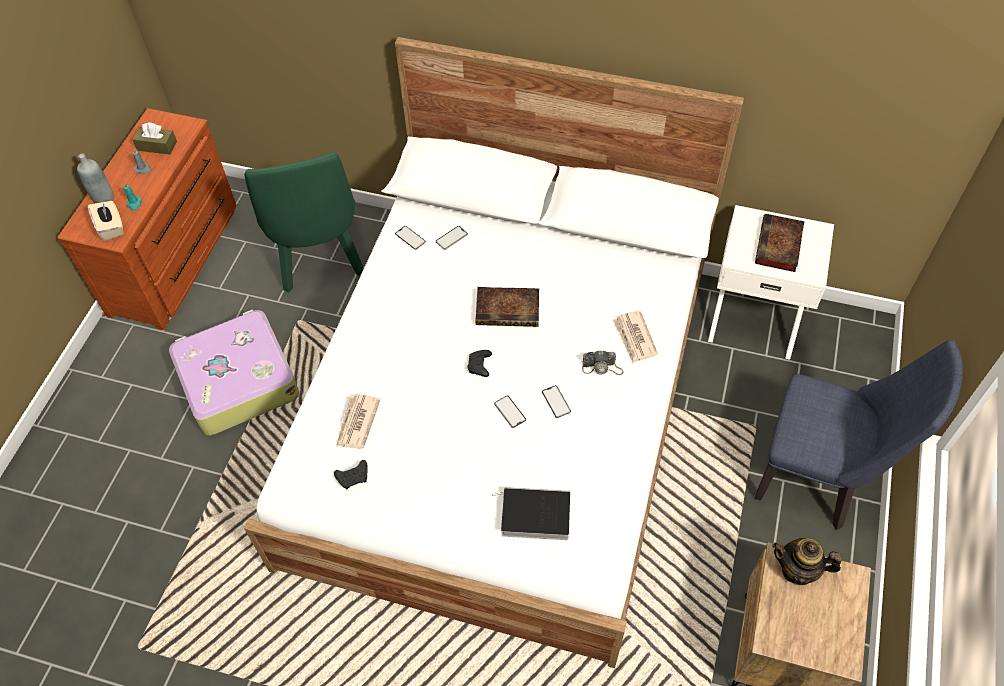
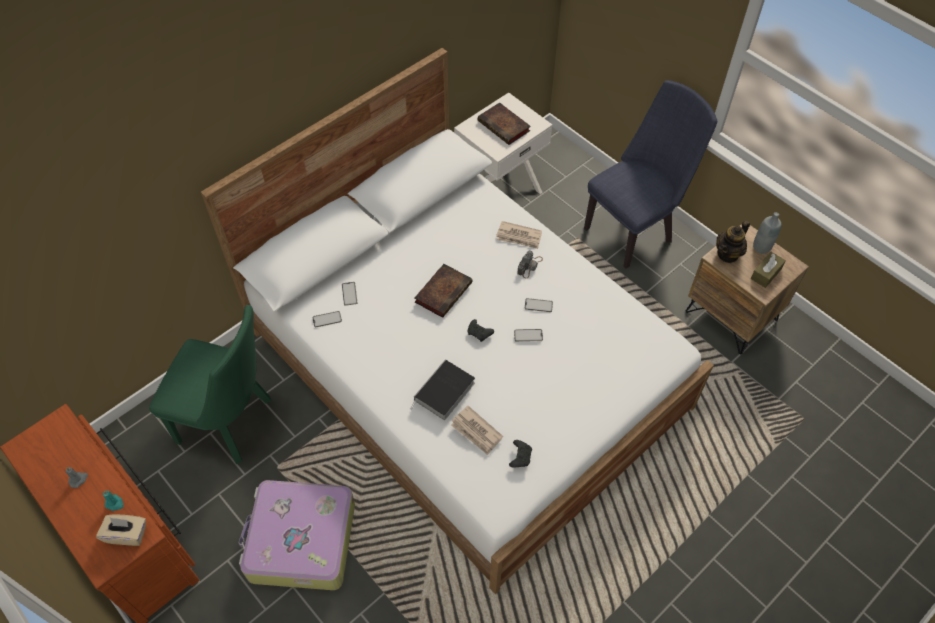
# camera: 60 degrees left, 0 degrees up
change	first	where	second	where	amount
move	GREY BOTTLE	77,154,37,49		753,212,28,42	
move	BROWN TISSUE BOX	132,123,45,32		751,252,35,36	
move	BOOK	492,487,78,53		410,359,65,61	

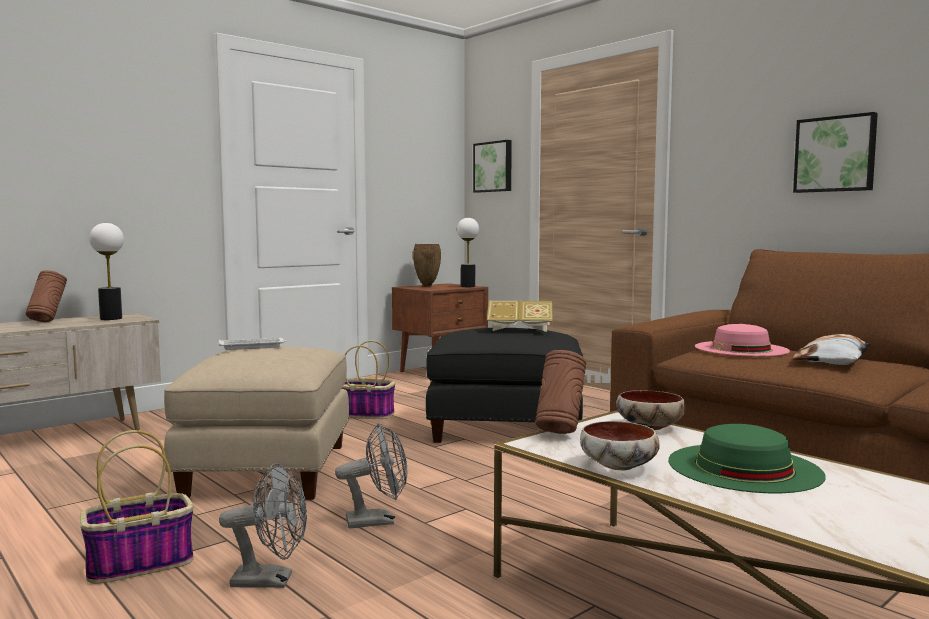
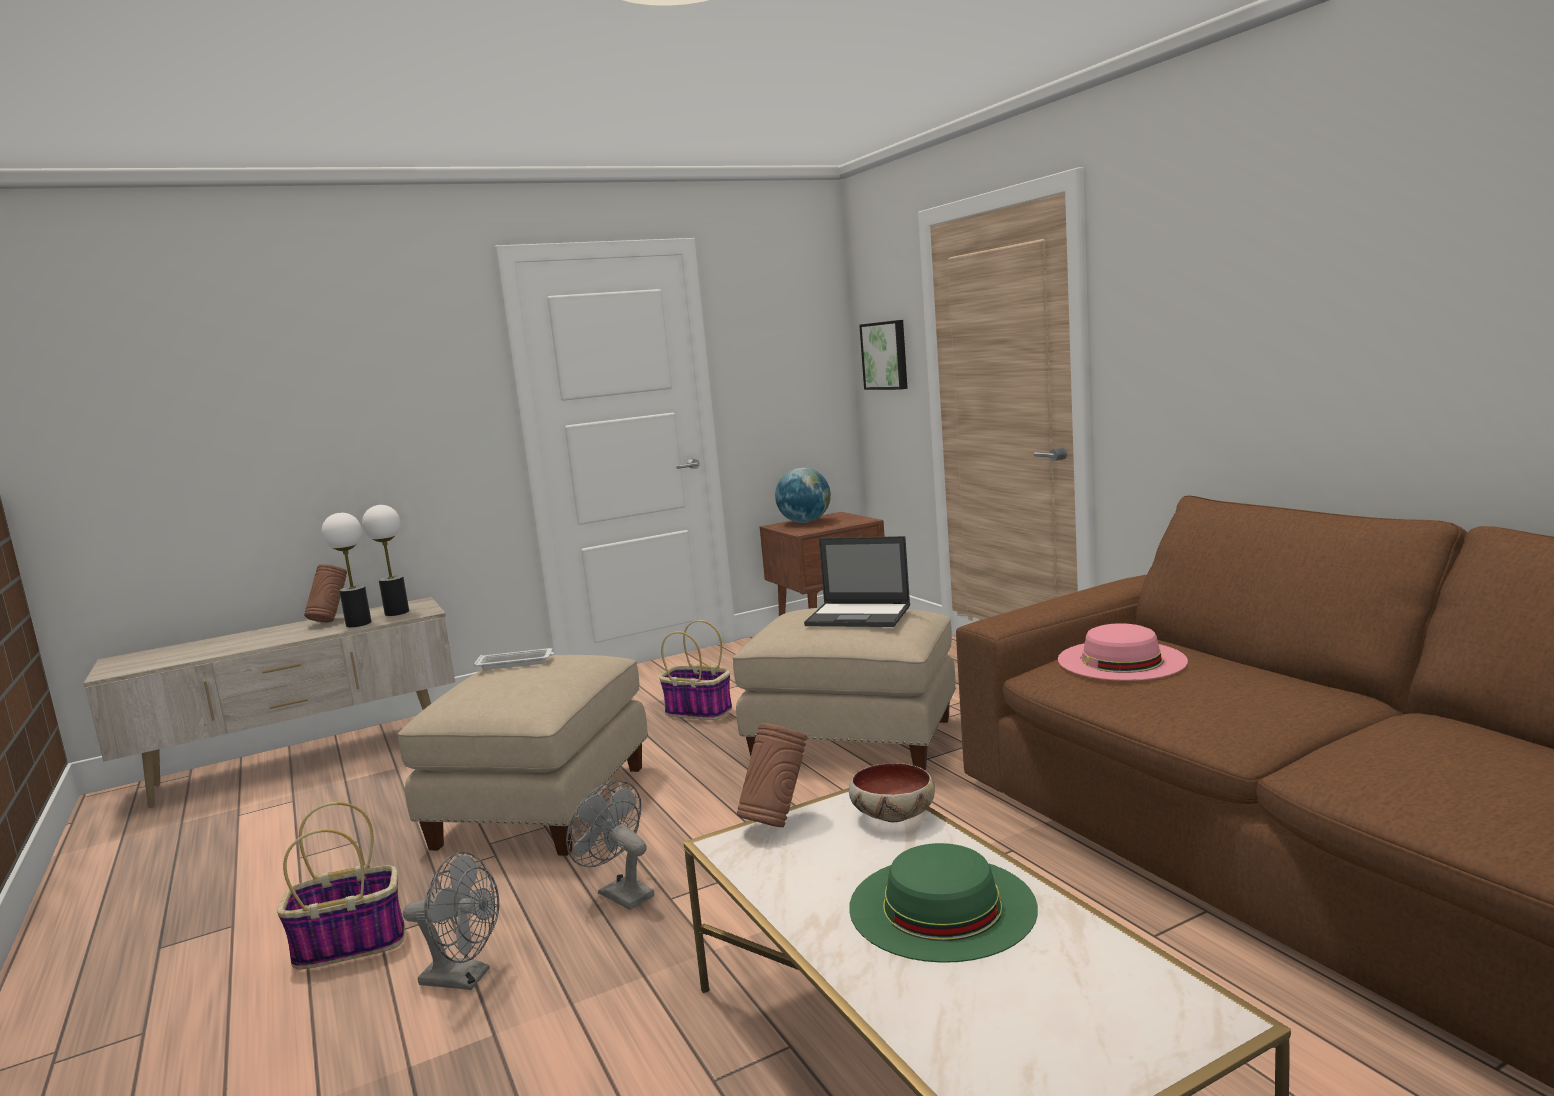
# camera: 15 degrees right, 5 degrees up
change	first	where	second	where	amount
delete	BOWL	580,421,80,49			
delete	PILLOW	792,334,78,31			
delete	PICTURE	793,112,85,81			
move	TABLE LAMP	457,218,22,69		322,513,49,114	
replace	BROWN VASE	413,244,28,42	GLOBE	775,467,56,56	
replace	BOOK	487,300,66,32	LAPTOP	804,536,106,91	
recolor	BLACK OTTOMAN	426,328,157,115	BEIGE OTTOMAN	732,608,224,163	
rotate	GREY FAN	335,423,72,105		566,781,88,129	135 degrees counterclockwise

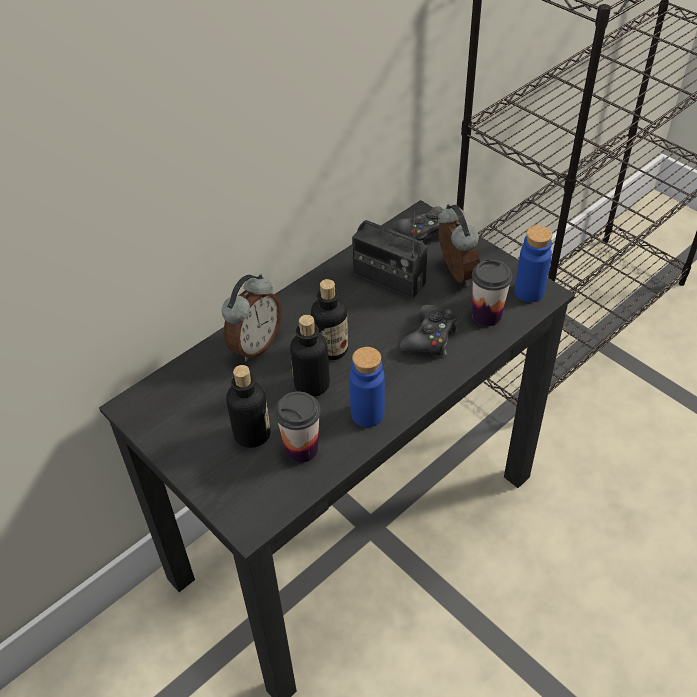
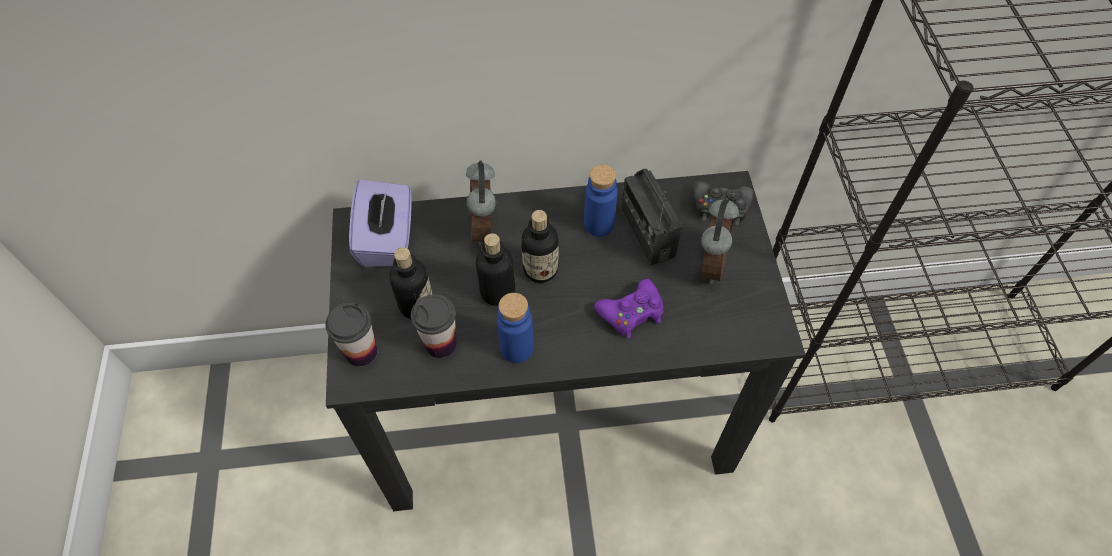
# camera: 35 degrees right, 10 degrees up
change	first	where	second	where	amount
insert			PURPLE TISSUE BOX	349,180,63,87	
move	CUP	472,260,40,66		325,303,52,64	
move	BLUE BOTTLE	515,225,37,77		584,164,34,72	
recolor	BLACK GAME CONTROLLER	400,305,59,51	PURPLE GAME CONTROLLER	594,279,70,59	
rotate	ALARM CLOCK	222,274,60,88		466,161,30,85	105 degrees clockwise

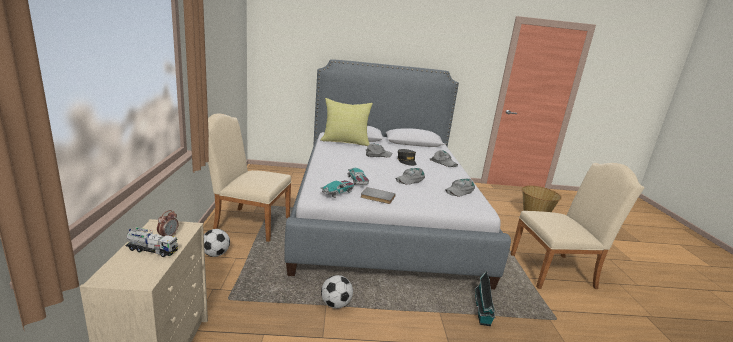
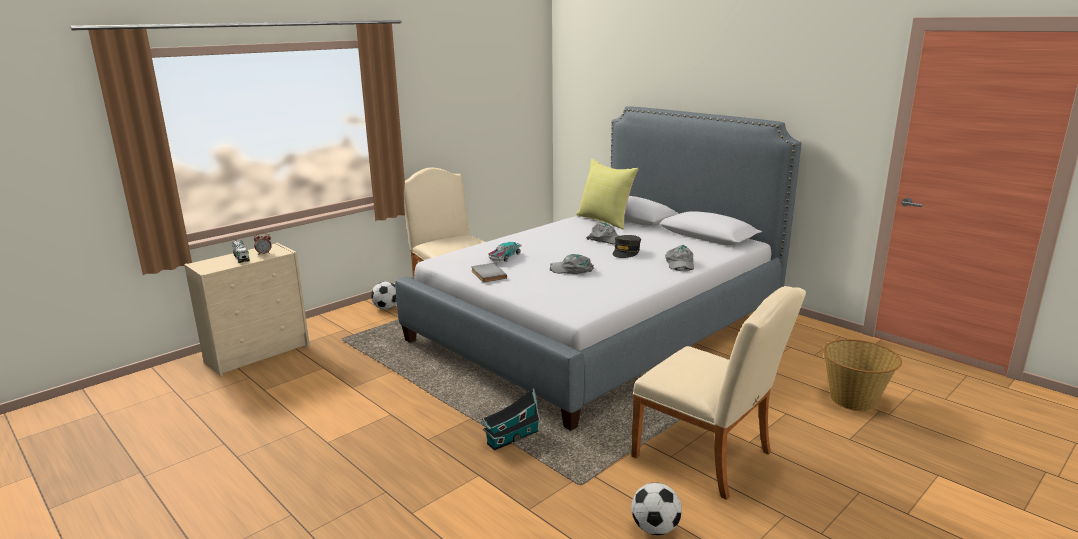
# camera: 50 degrees right, 0 degrees up
change	first	where	second	where	amount
delete	TOY CAR	321,180,33,18			
delete	GREY CAP	445,179,30,17			
move	FOOTBALL	321,275,32,33		631,483,51,52	

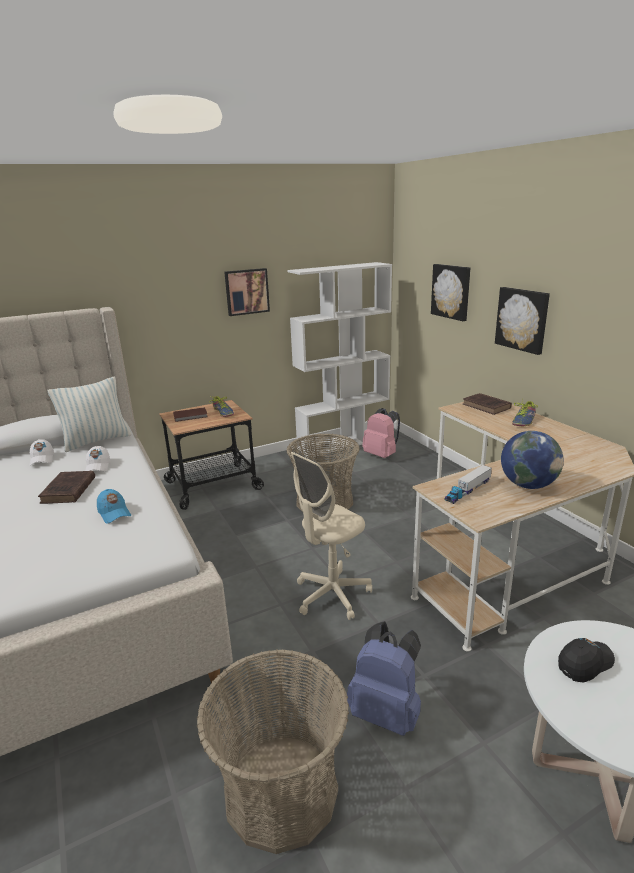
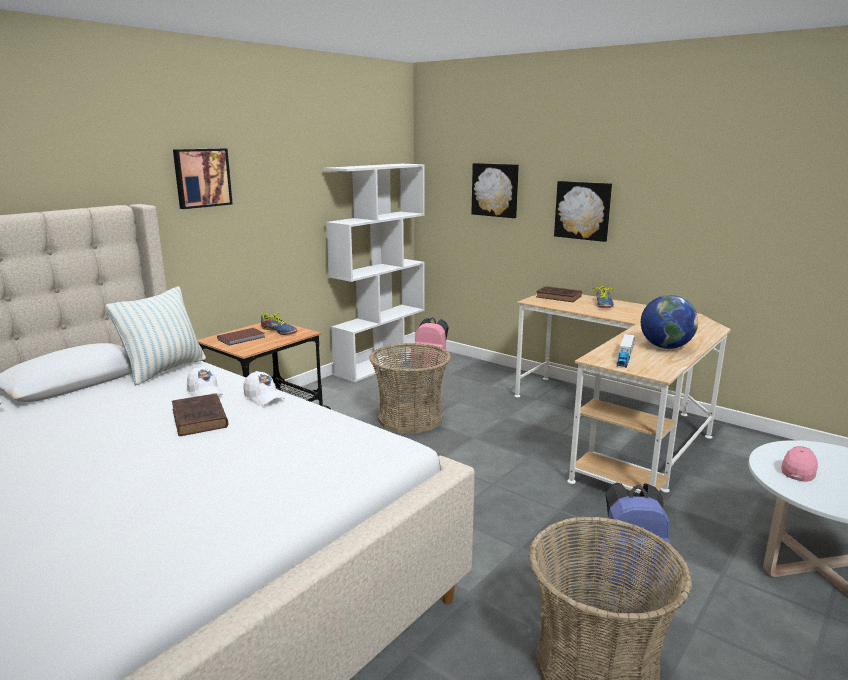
# camera: 25 degrees left, 5 degrees down
change	first	where	second	where	amount
delete	BLUE CAP	97,489,34,35			
delete	BEIGE OFFICE CHAIR	291,452,81,168			
move	WHITE CAP	29,439,25,27		243,371,42,35	
move	PICTURE	224,268,46,48		173,148,60,61	
recolor	BLACK CAP	558,638,57,44	PINK CAP	781,446,37,36	

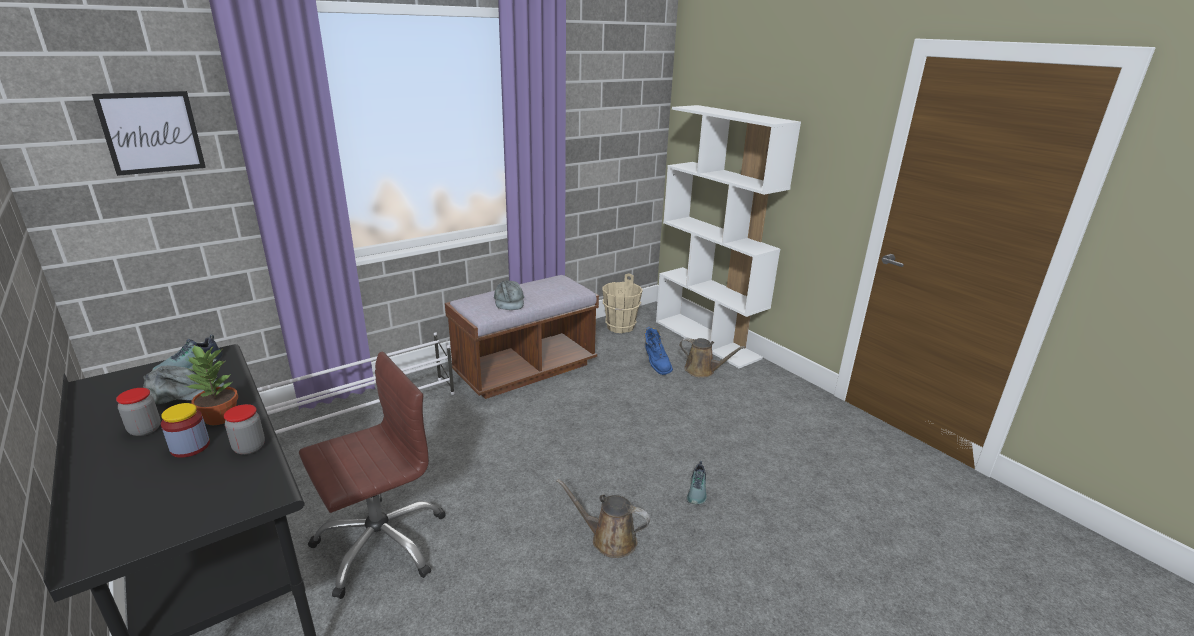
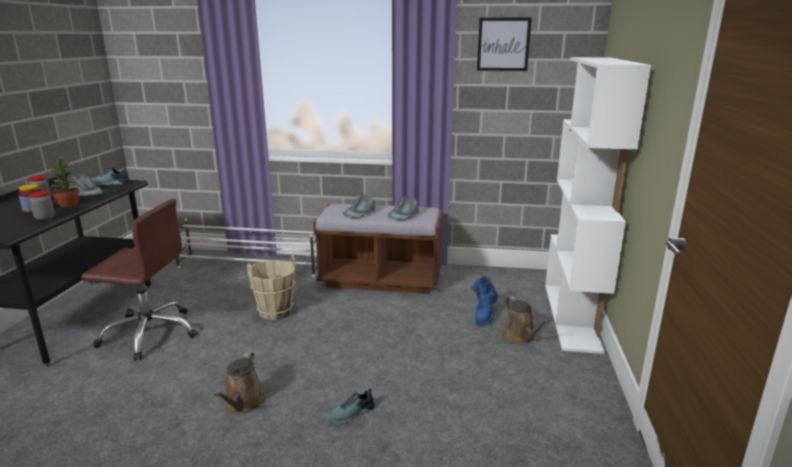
# camera: 45 degrees right, 5 degrees down
change	first	where	second	where	amount
insert			GREY CAP	388,196,31,24	
move	PICTURE	92,91,114,85		477,18,55,53	
move	BEIGE BUCKET	602,273,41,60		247,255,49,65	
rotate	BROWN WATERING CAN	557,479,93,79		214,352,51,62	150 degrees counterclockwise

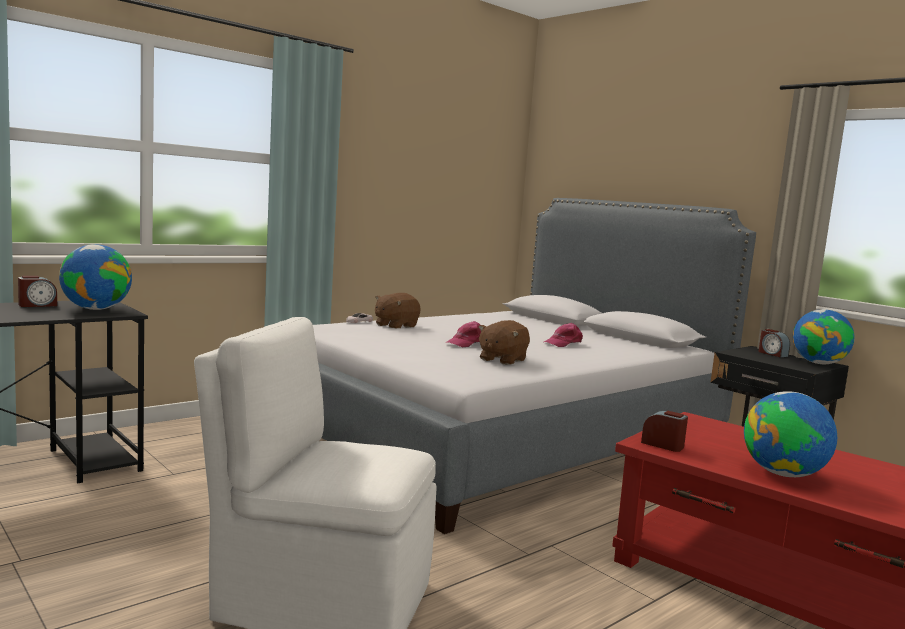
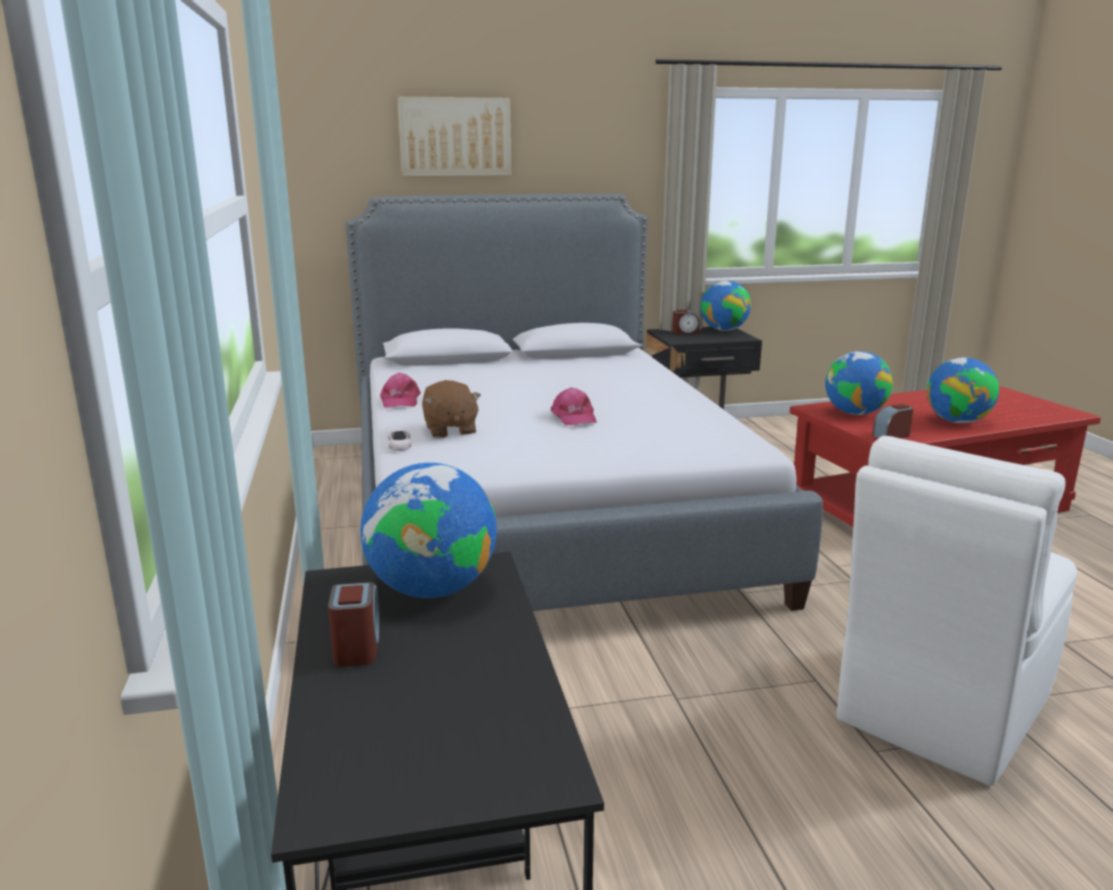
# camera: 60 degrees left, 10 degrees up
change	first	where	second	where	amount
delete	BROWN PLUSH TOY	478,320,52,45			
insert			PICTURE	397,97,114,79	
insert			GLOBE	825,351,68,64	
move	PINK CAP	544,323,39,24		380,373,41,35	

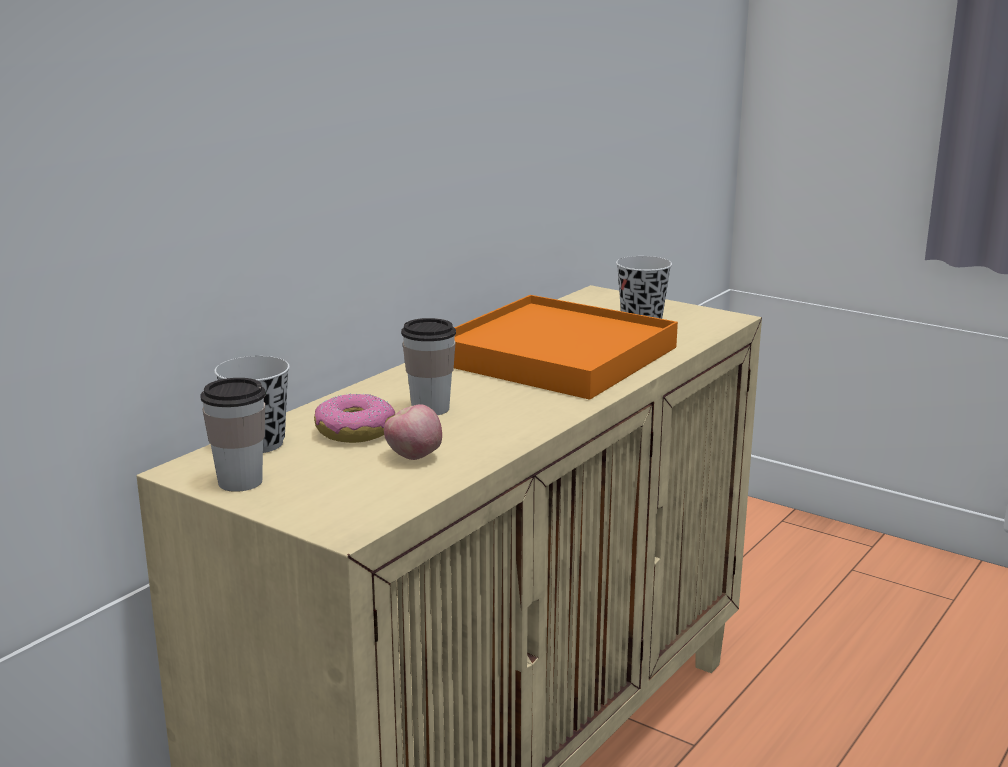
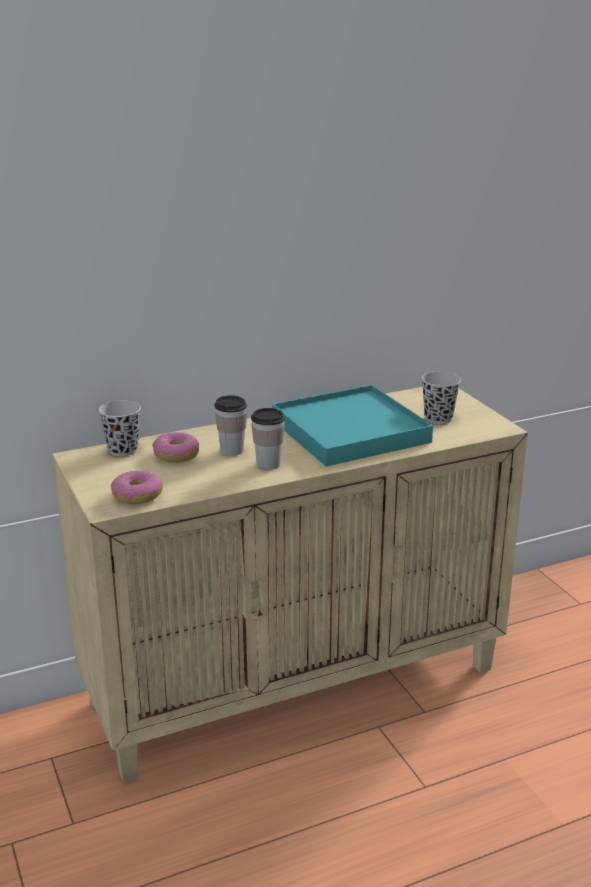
# camera: 30 degrees right, 5 degrees up
change	first	where	second	where	amount
delete	APPLE	384,404,58,56			
insert			DONUT	111,470,52,34	
move	CUP	200,378,66,114		251,408,34,62	
recolor	ORANGE TRAY	454,295,224,105	TURQUOISE TRAY	272,385,161,82	

